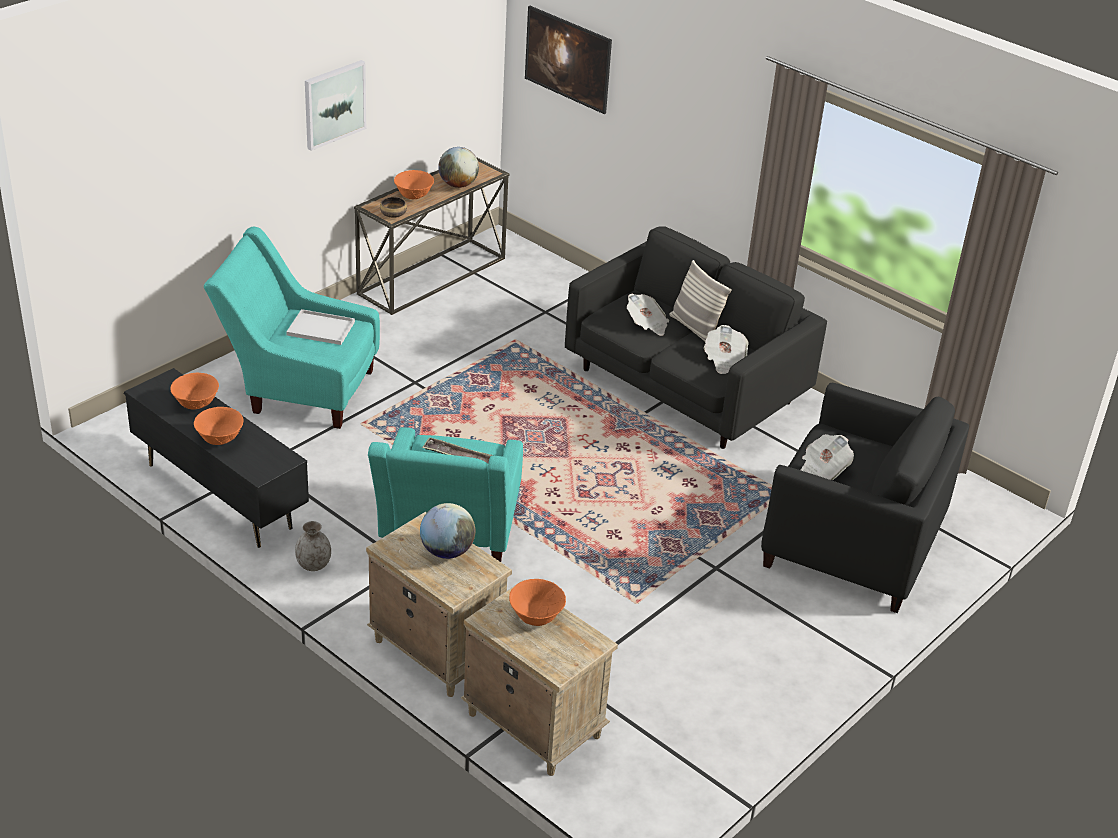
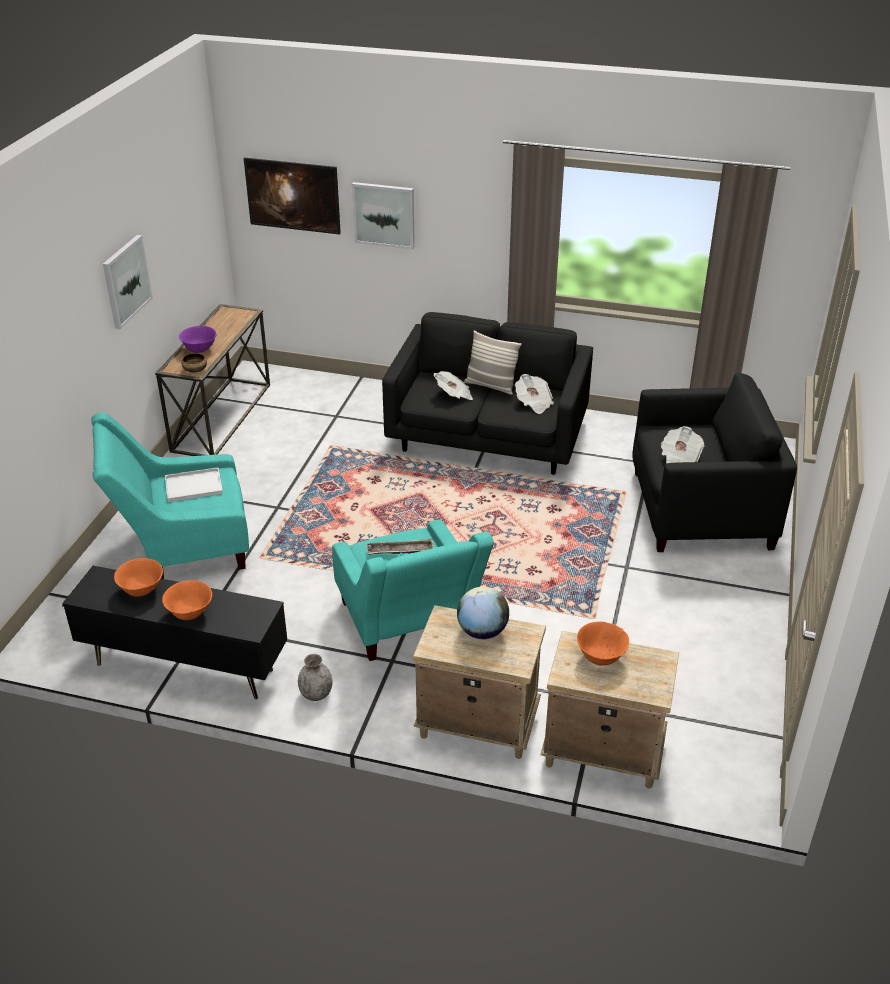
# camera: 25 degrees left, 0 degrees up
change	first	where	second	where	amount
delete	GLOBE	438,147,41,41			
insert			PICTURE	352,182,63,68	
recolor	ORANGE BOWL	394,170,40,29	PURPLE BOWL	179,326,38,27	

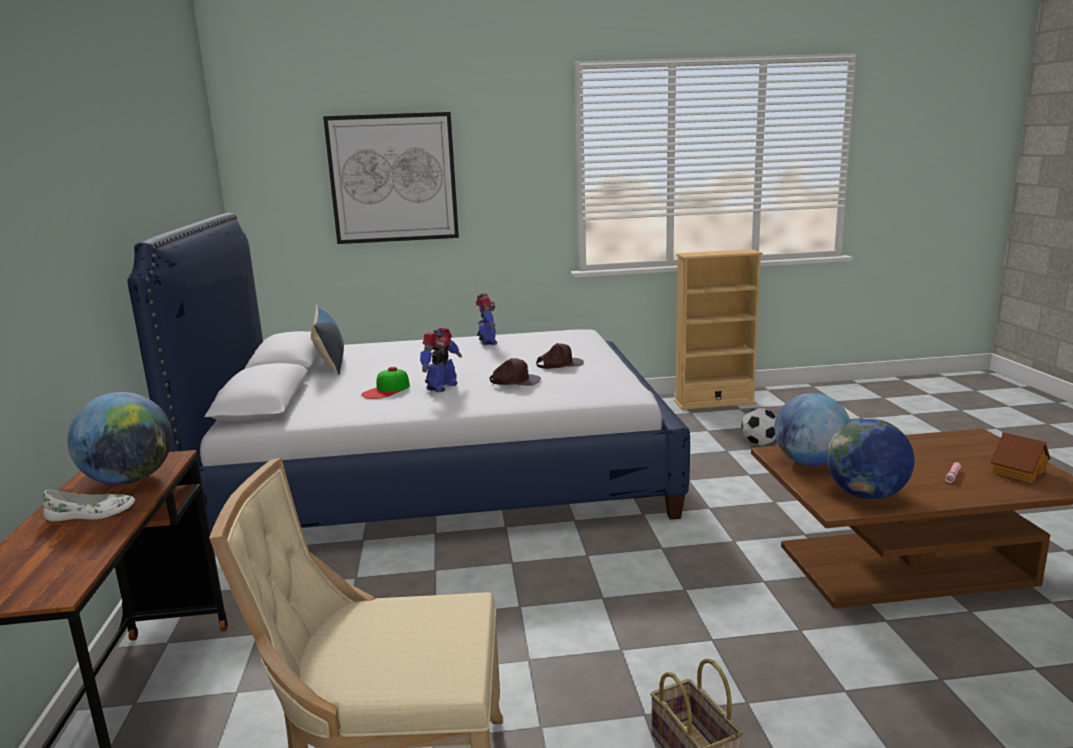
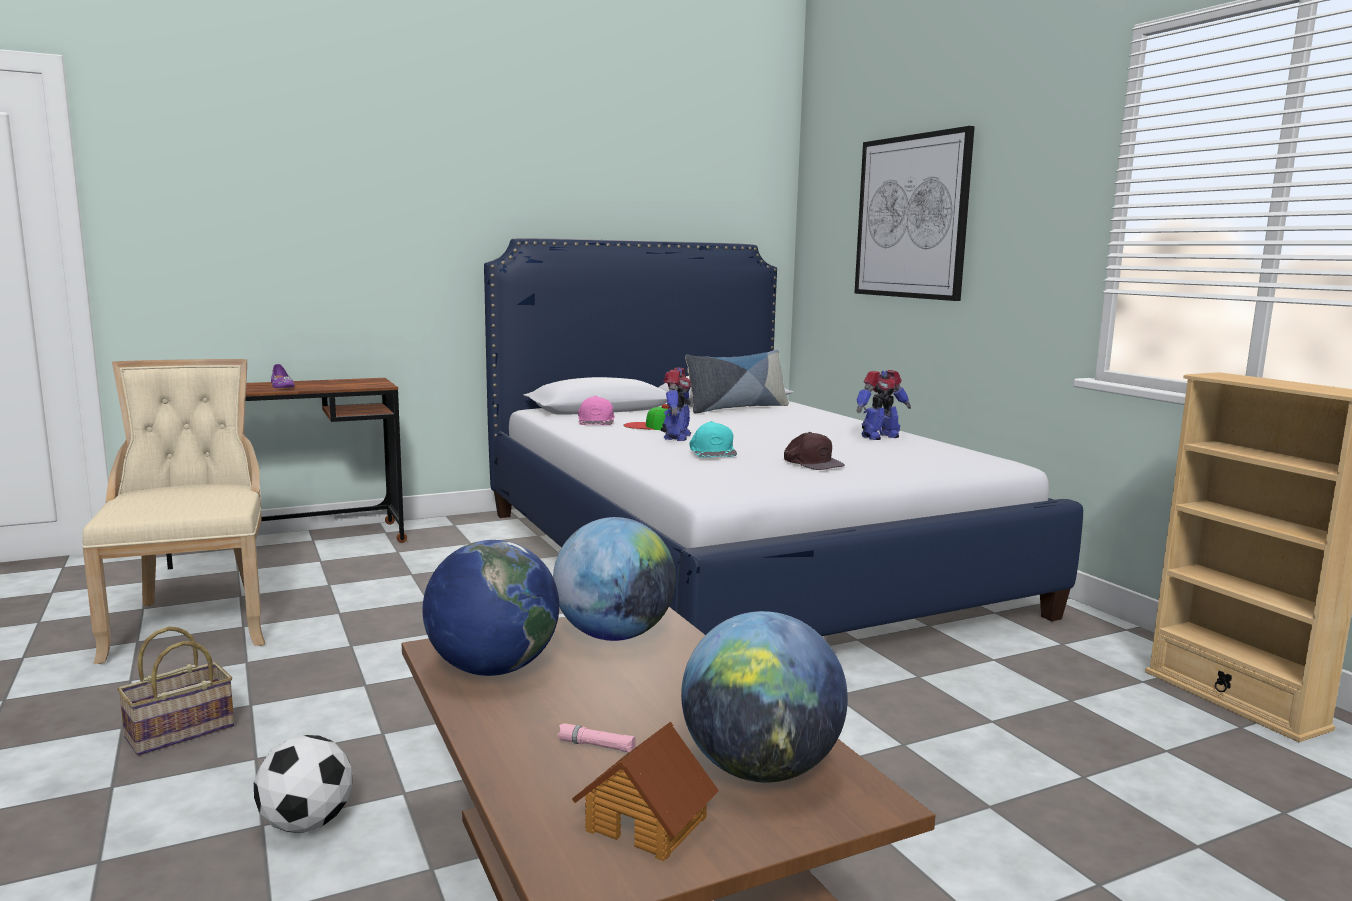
# camera: 70 degrees right, 5 degrees down
change	first	where	second	where	amount
insert			PINK CAP	578,396,37,29	
move	GLOBE	67,392,105,93		681,611,167,171	
move	FOOTBALL	741,408,36,37		254,735,99,98	
recolor	WHITE SHOE	43,489,92,32	PURPLE SHOE	271,364,24,24	
recolor	BROWN CAP	489,358,52,28	TURQUOISE CAP	690,421,47,37	
rotate	TOY ROBOT	420,328,42,64		661,368,30,73	90 degrees counterclockwise

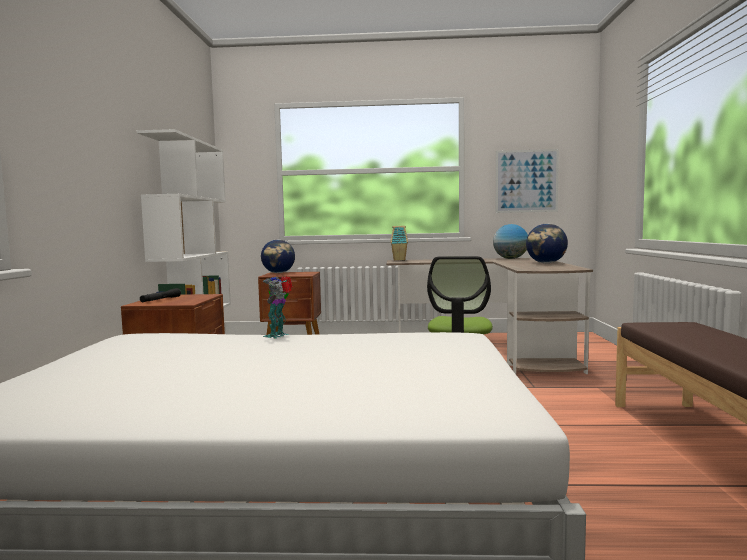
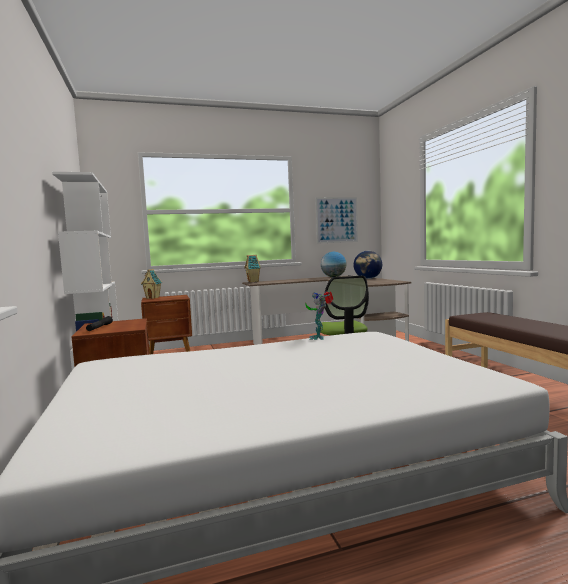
# camera: 20 degrees left, 0 degrees up
change	first	where	second	where	amount
move	TOY ROBOT	263,276,30,63		306,291,27,49	
replace	GLOBE	261,239,34,34	TOY HOUSE	141,269,21,30	

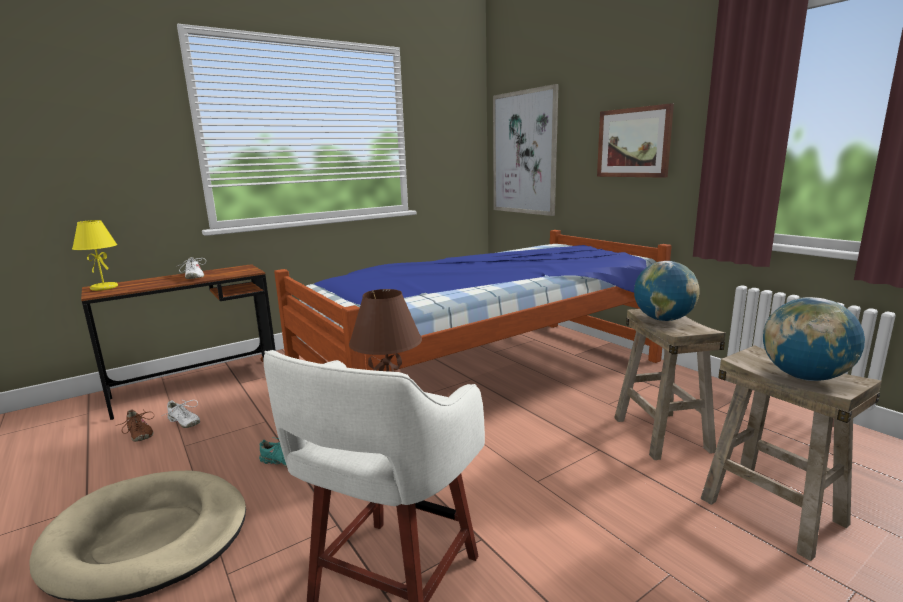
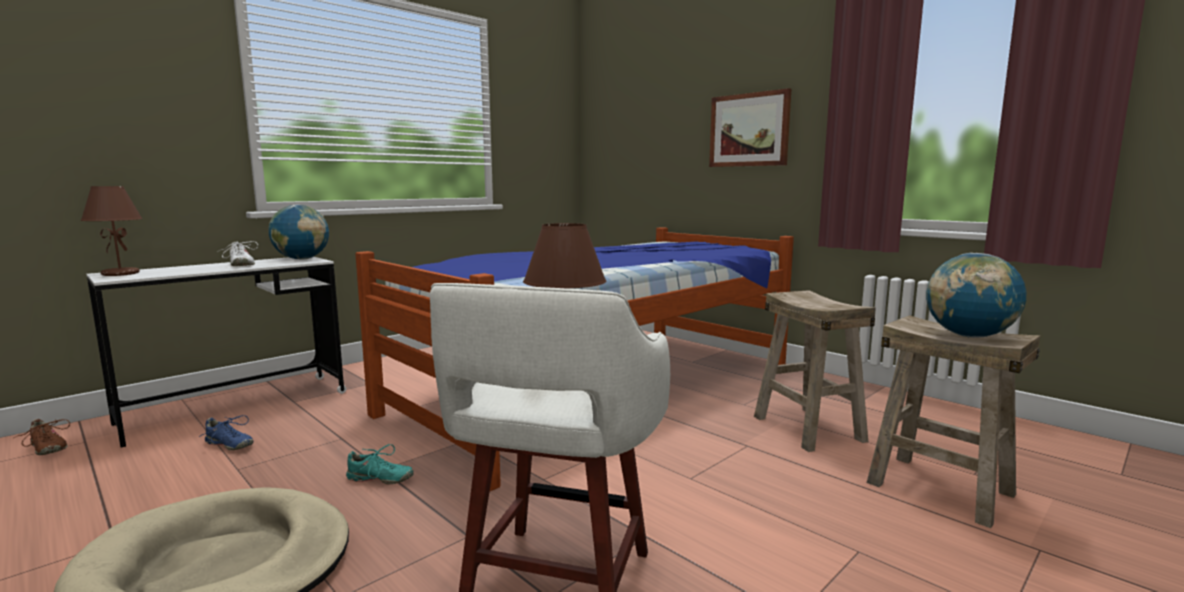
# camera: 10 degrees left, 5 degrees down
change	first	where	second	where	amount
delete	PICTURE	493,84,66,132			
move	BROWN SHOE	116,409,38,33		14,419,56,36	
move	GLOBE	634,261,66,60		268,205,61,54	
recolor	YELLOW TABLE LAMP	72,220,46,71	BROWN TABLE LAMP	81,186,62,90	
recolor	BROWN DESK	81,264,195,156	WHITE DESK	86,257,261,191	
recolor	WHITE SHOE	162,400,38,28	BLUE SHOE	199,415,54,35	

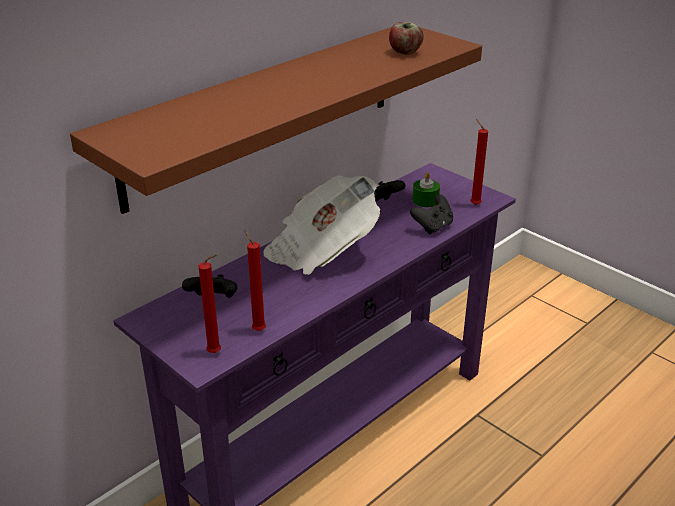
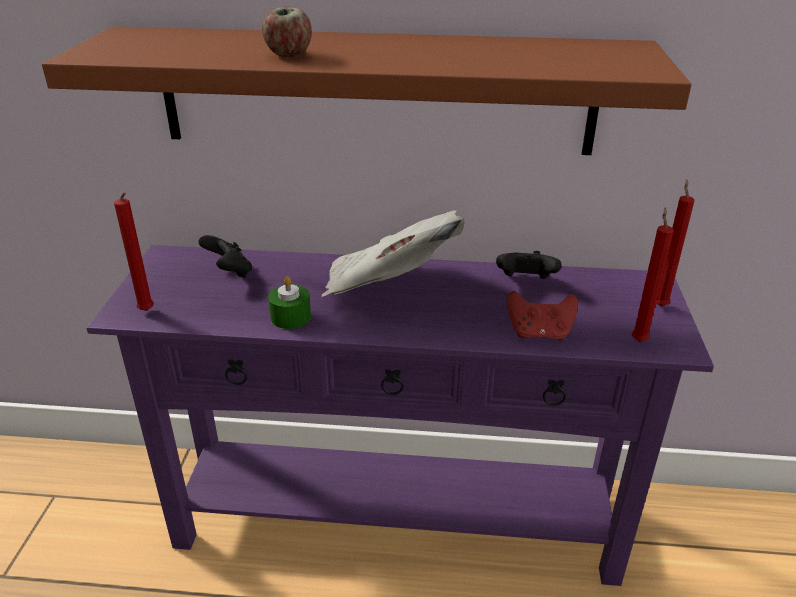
# camera: 50 degrees right, 0 degrees up
change	first	where	second	where	amount
move	RED CANDLE	244,230,22,101		656,179,39,128	
move	APPLE	389,22,35,33		262,7,50,50	
move	GREEN CANDLE	412,172,28,36		268,276,43,53	
recolor	BLACK GAME CONTROLLER	410,194,43,41	RED GAME CONTROLLER	507,291,71,49	

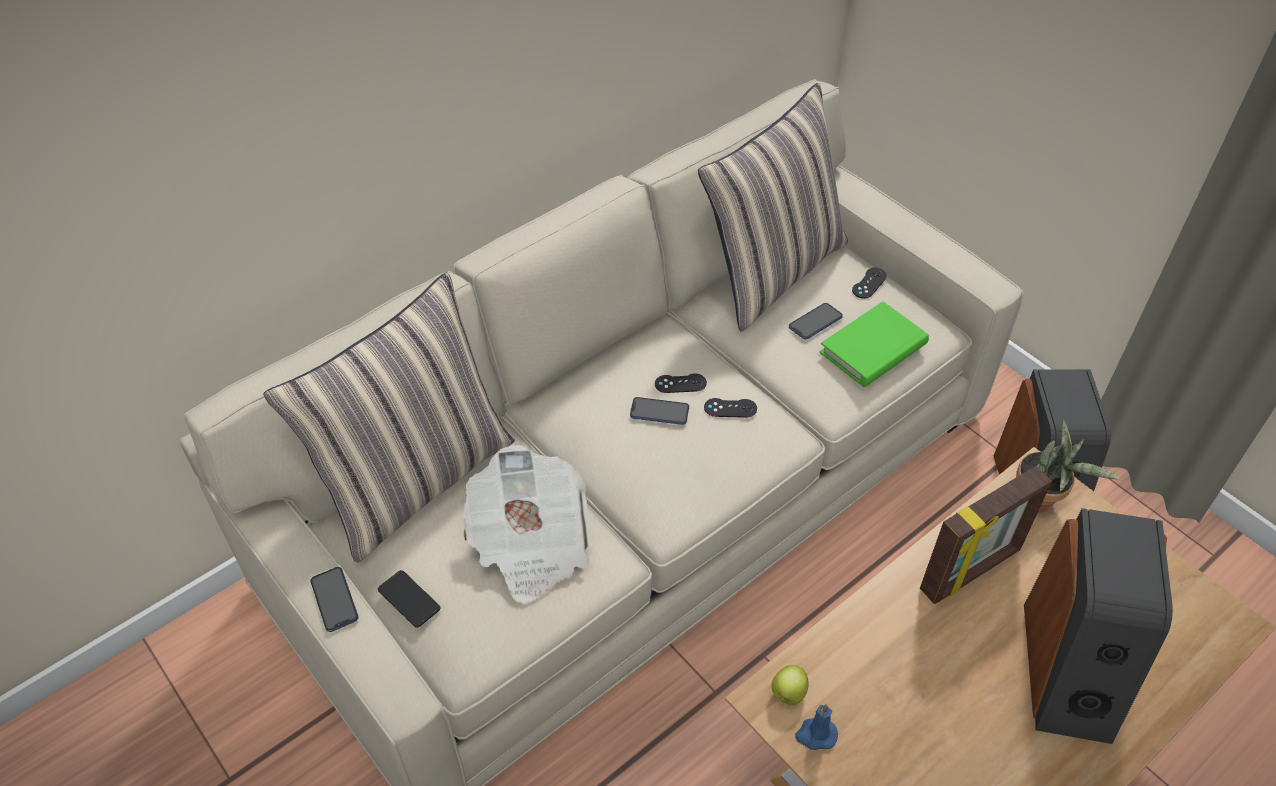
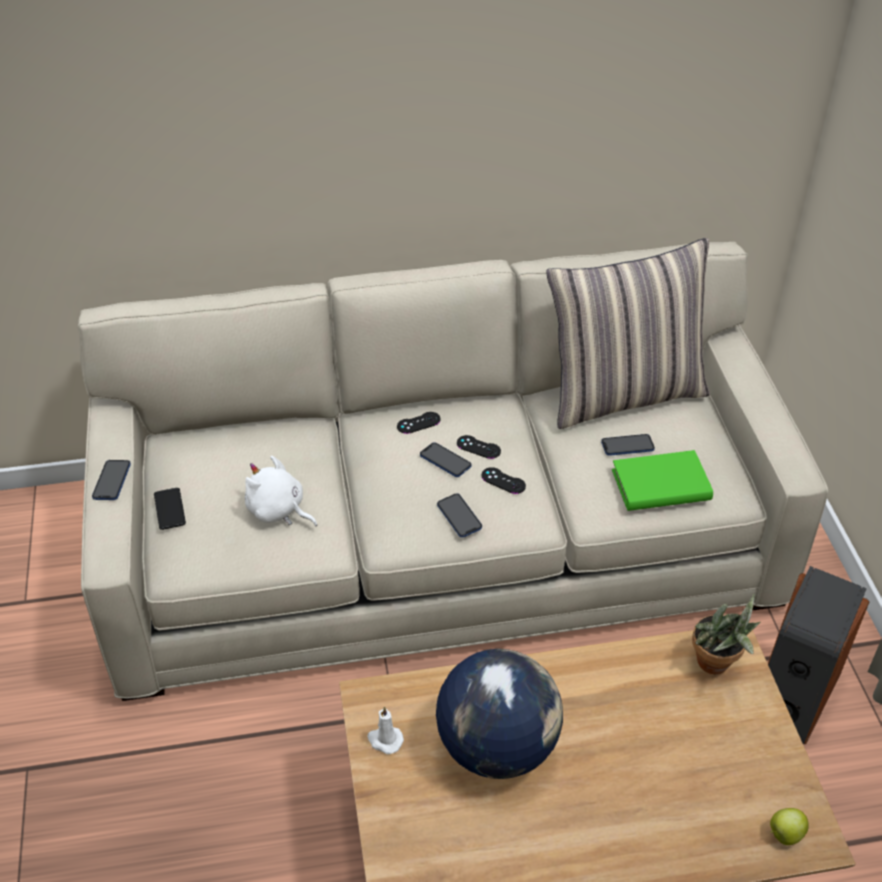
# camera: 30 degrees right, 5 degrees down
change	first	where	second	where	amount
delete	PILLOW	263,272,252,290			
delete	PICTURE FRAME	920,466,132,138			
delete	SPEAKER	1024,508,149,236			
insert			GLOBE	436,649,127,130	
insert			PHONE	437,493,45,44	
move	APPLE	772,665,37,40		770,808,39,37	
move	BLACK GAME CONTROLLER	852,268,35,31		397,412,44,22	
replace	NEWSPAPER	462,445,128,159	WHITE PLUSH TOY	245,455,72,71	
recolor	BLUE CANDLE	795,704,43,46	WHITE CANDLE	368,707,36,47	

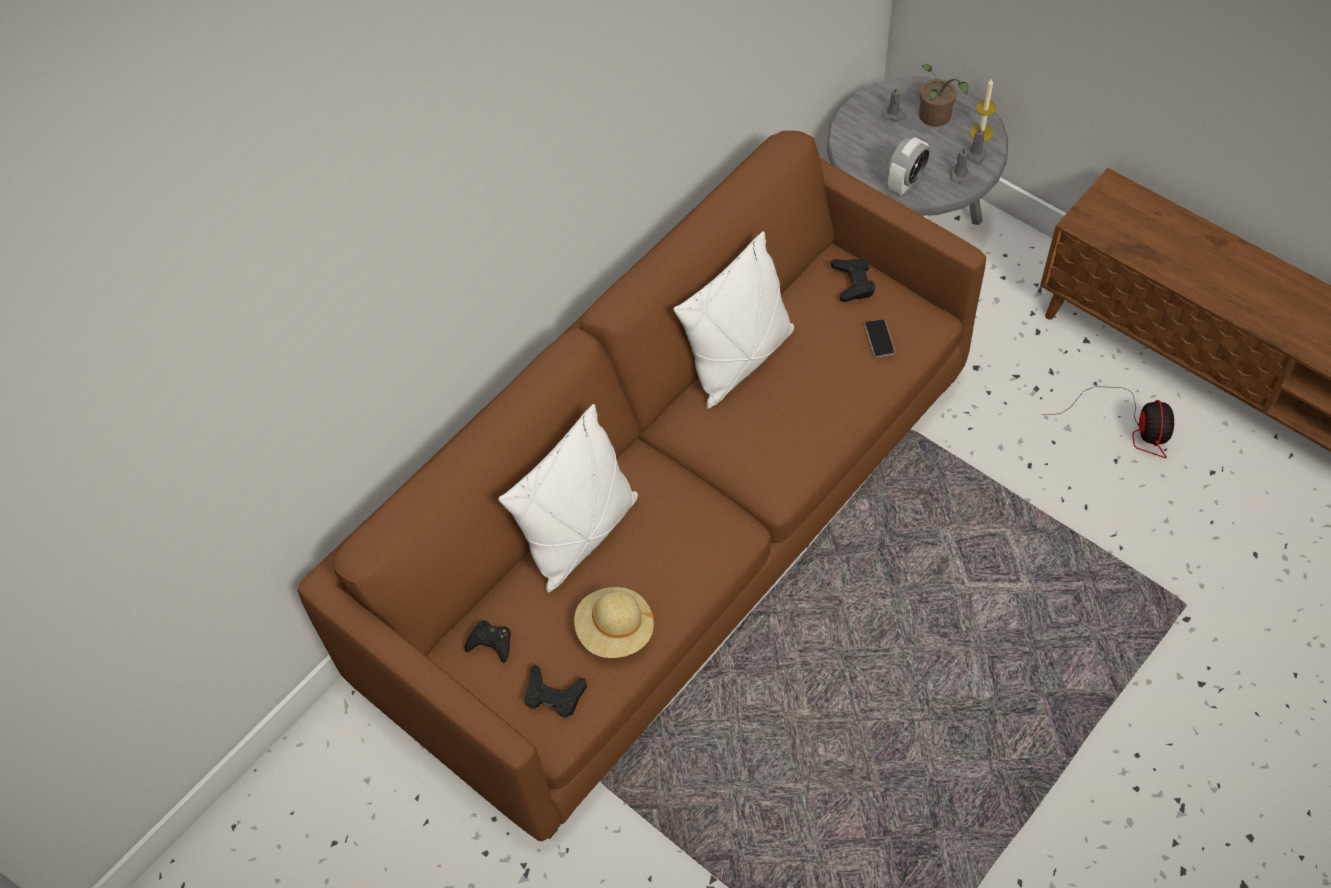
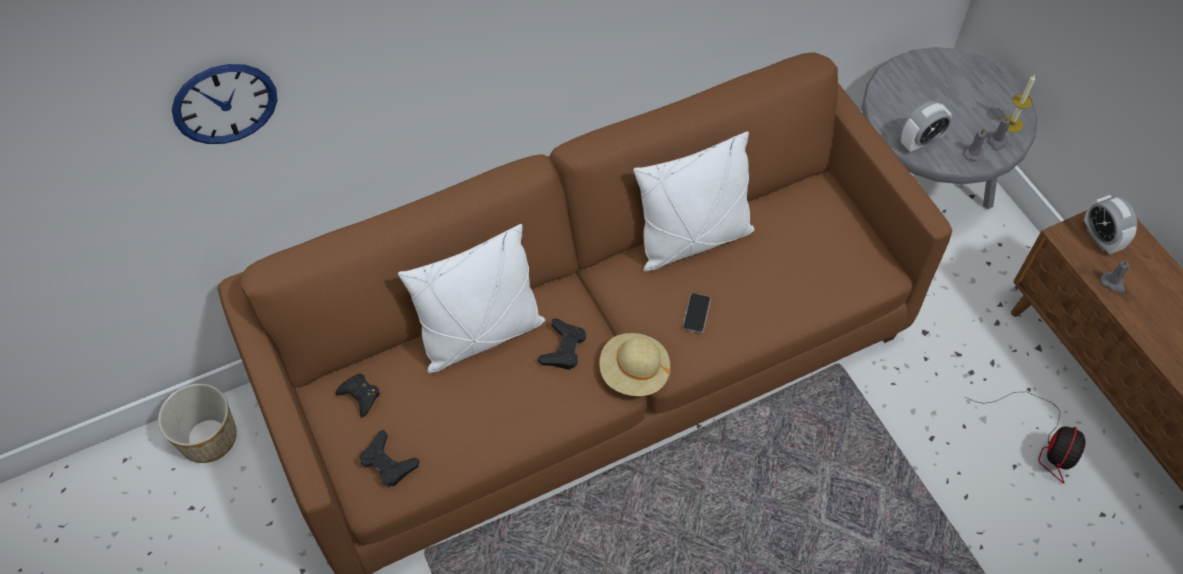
# camera: 20 degrees right, 0 degrees up
change	first	where	second	where	amount
delete	POTTED PLANT	919,64,50,63			
insert			PLANTER	158,383,79,80	
insert			WALL CLOCK	172,64,106,80	
insert			ALARM CLOCK	1084,195,53,59	
move	BEIGE HAT	574,587,80,71		599,333,72,63	
move	BLACK GAME CONTROLLER	831,258,45,44		538,318,48,52	
move	PHONE	864,319,31,38		682,293,29,40	
move	GREY CANDLE	882,86,24,35		1101,260,28,32	

